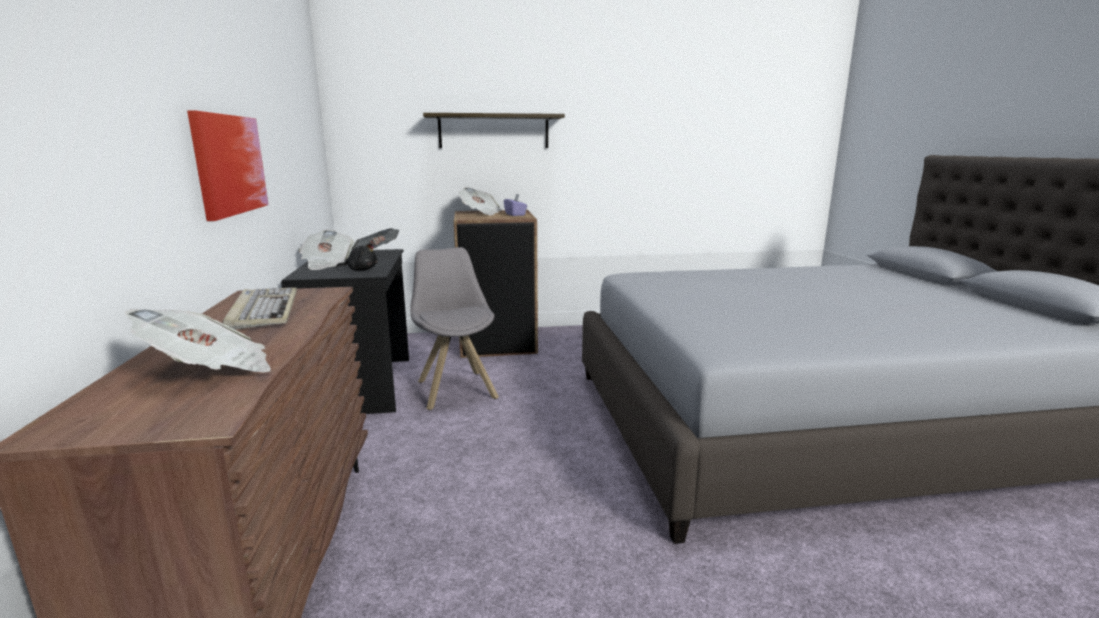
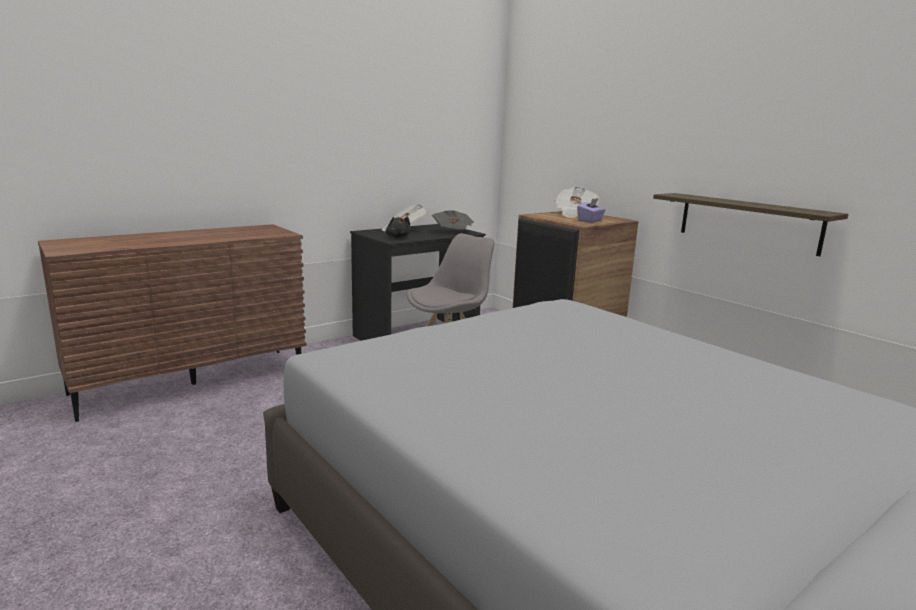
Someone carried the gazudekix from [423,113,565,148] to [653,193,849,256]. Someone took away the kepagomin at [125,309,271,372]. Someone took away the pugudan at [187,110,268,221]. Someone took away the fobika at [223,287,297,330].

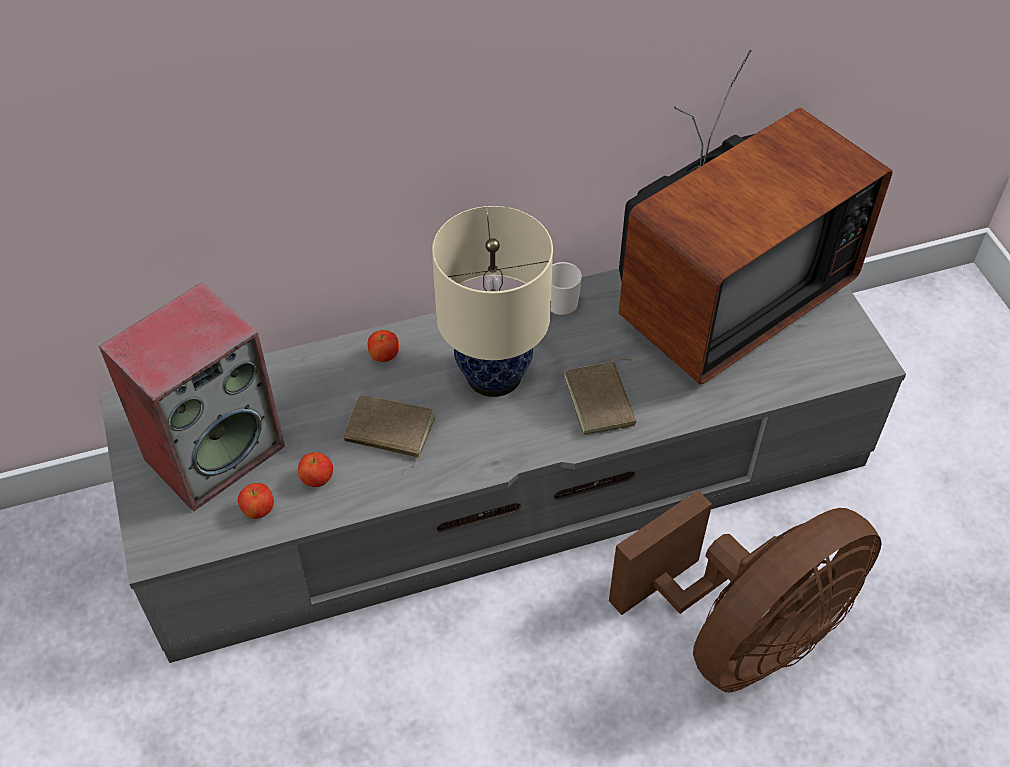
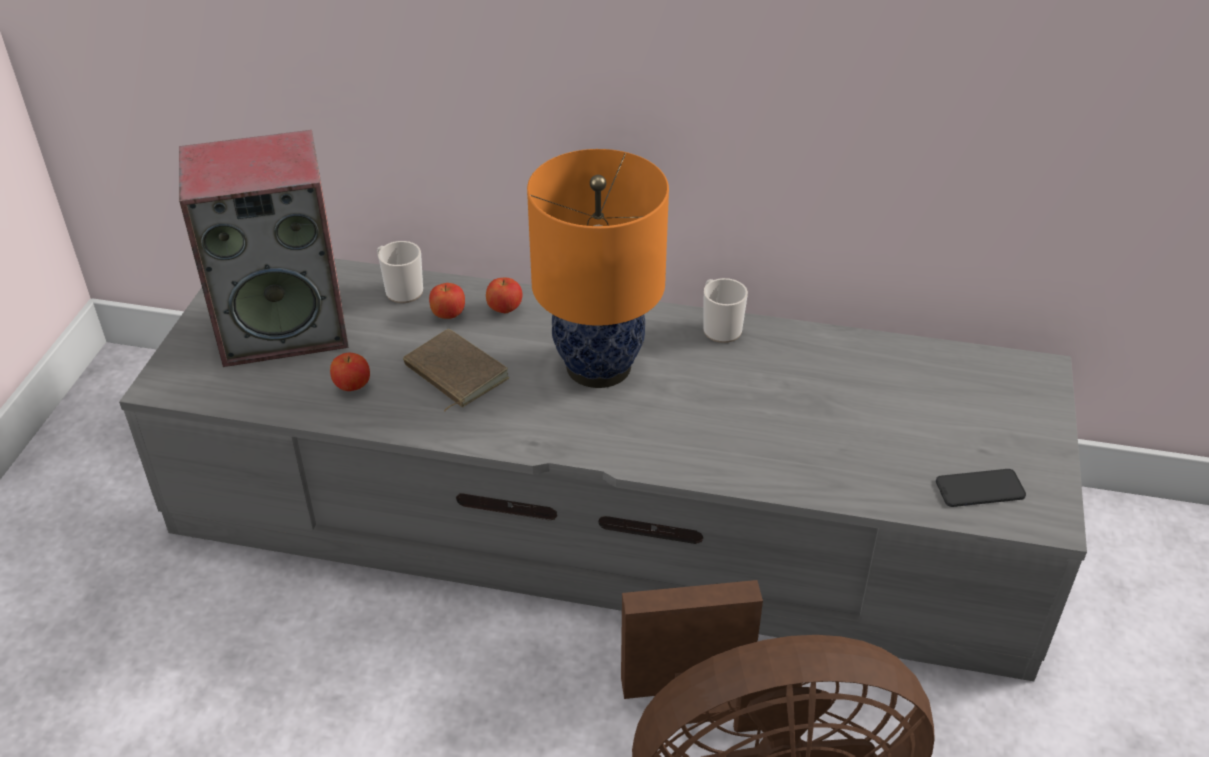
Someone put down the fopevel at [377,241,423,303]. Someone carried the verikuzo from [238,483,274,519] to [429,283,465,319]. Someone repainted the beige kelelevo at [432,206,553,397], which became the orange kelelevo at [527,149,669,388]. Someone put down the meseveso at [936,469,1026,507]. Someone took away the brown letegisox at [564,358,637,435]. Someone took away the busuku at [619,49,893,384].

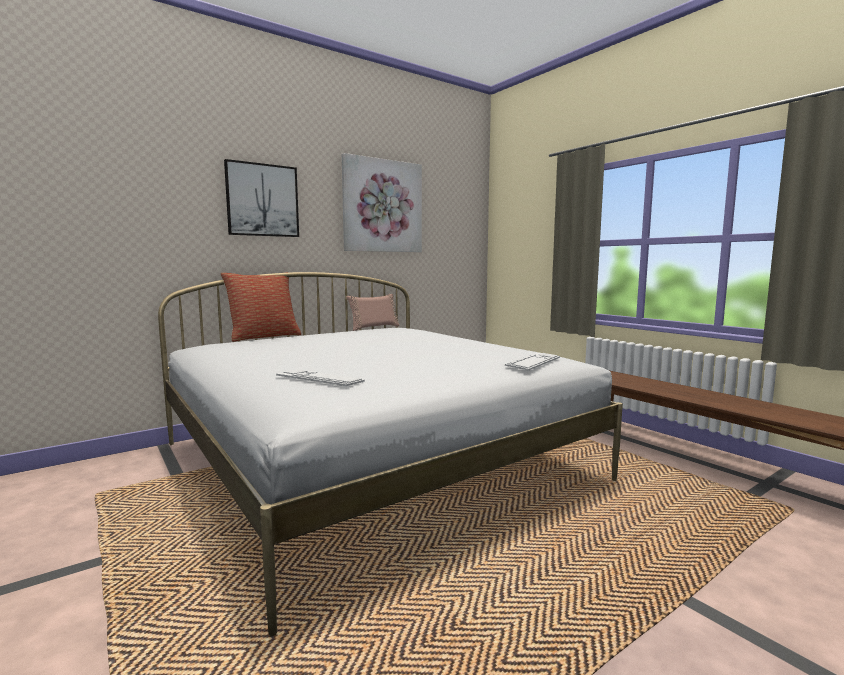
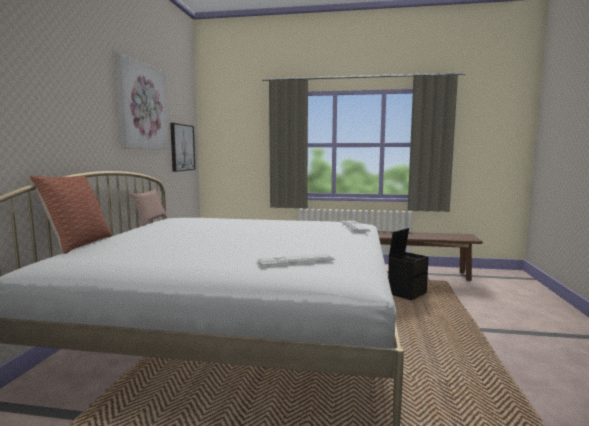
Someone carried the pugudan from [224,159,299,237] to [170,123,196,172]. Someone put down the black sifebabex at [388,228,429,301].

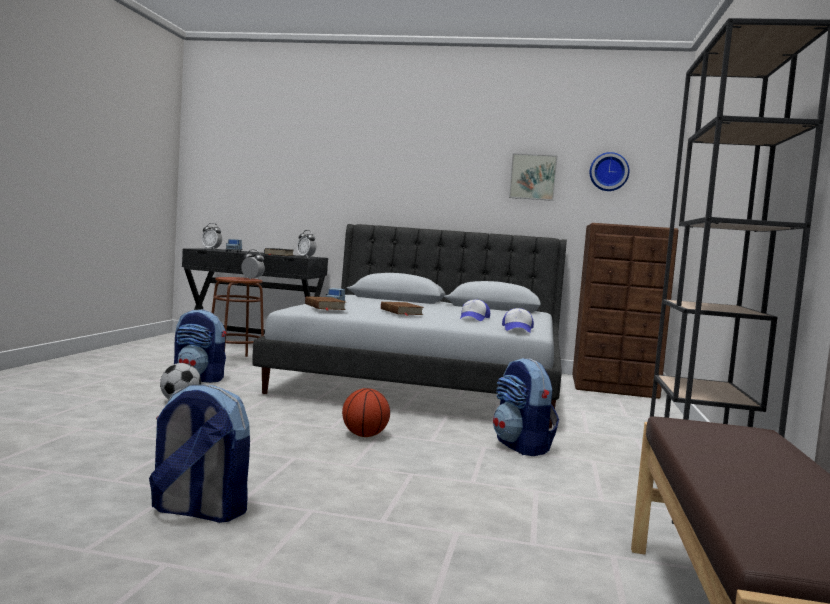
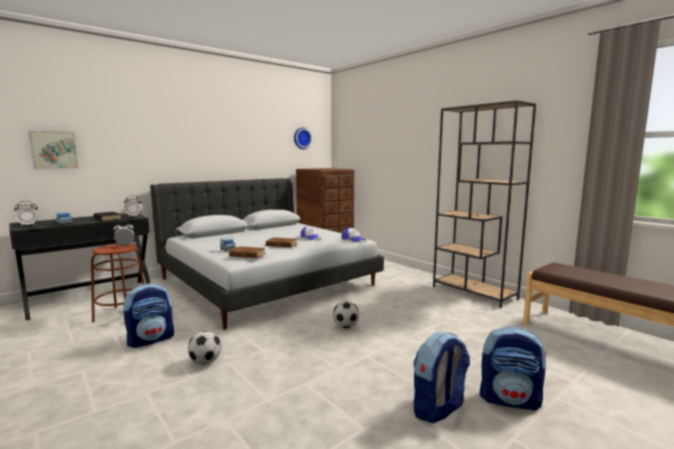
Someone carried the pugudan from [509,153,557,201] to [29,131,78,169]. Someone swapped the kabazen at [342,388,390,437] for the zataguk at [333,301,359,328]. Someone carried the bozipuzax from [493,358,559,456] to [480,326,547,411].

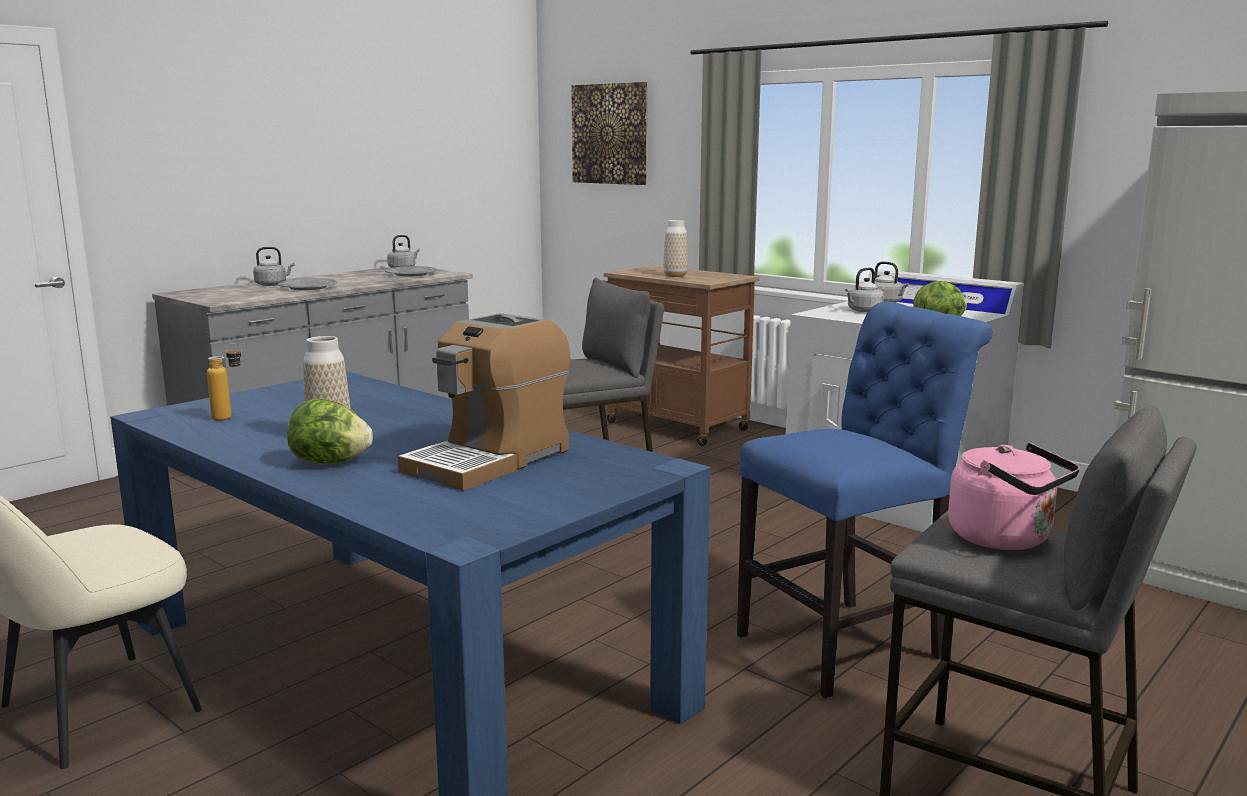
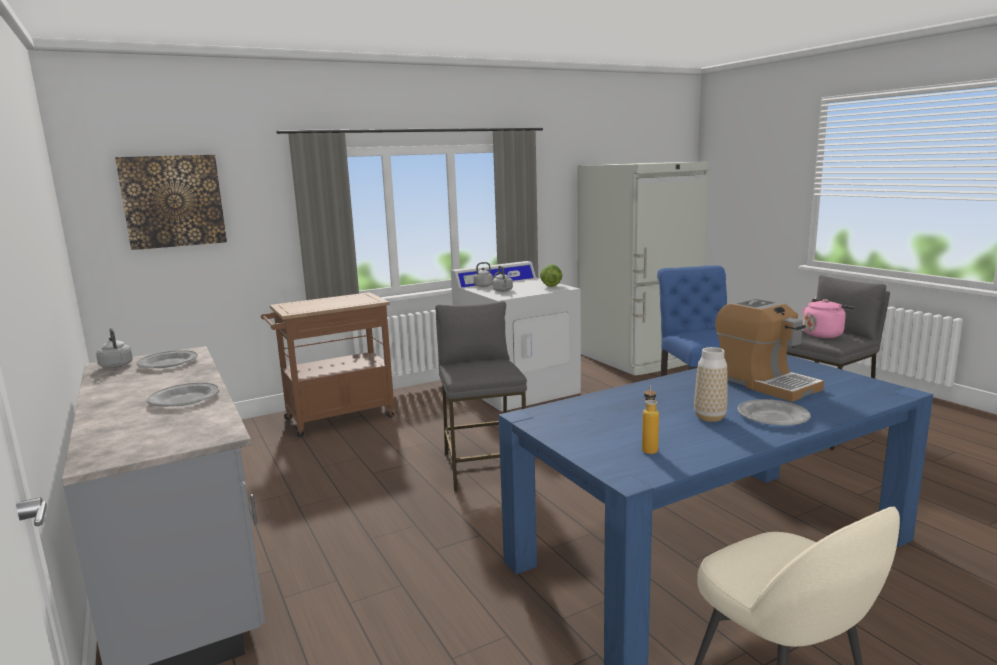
Someone swapped the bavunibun at [287,399,373,463] for the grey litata at [738,399,810,425]. Someone took away the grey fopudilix at [253,247,295,286]. Someone took away the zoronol at [663,220,688,277].

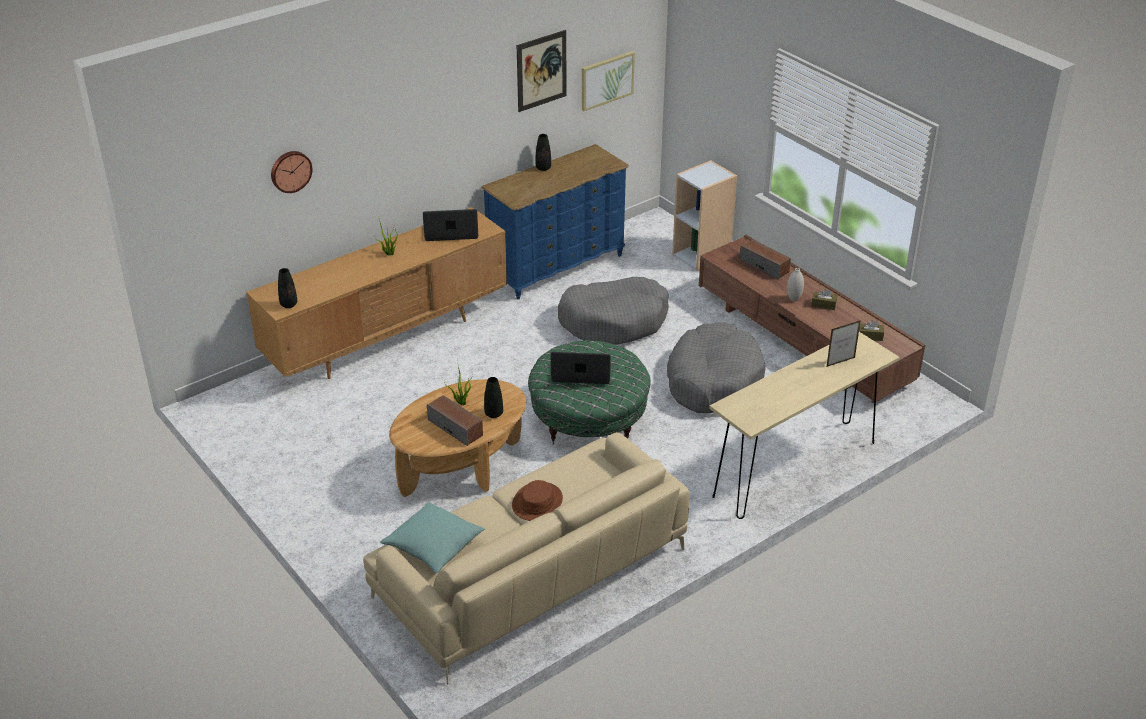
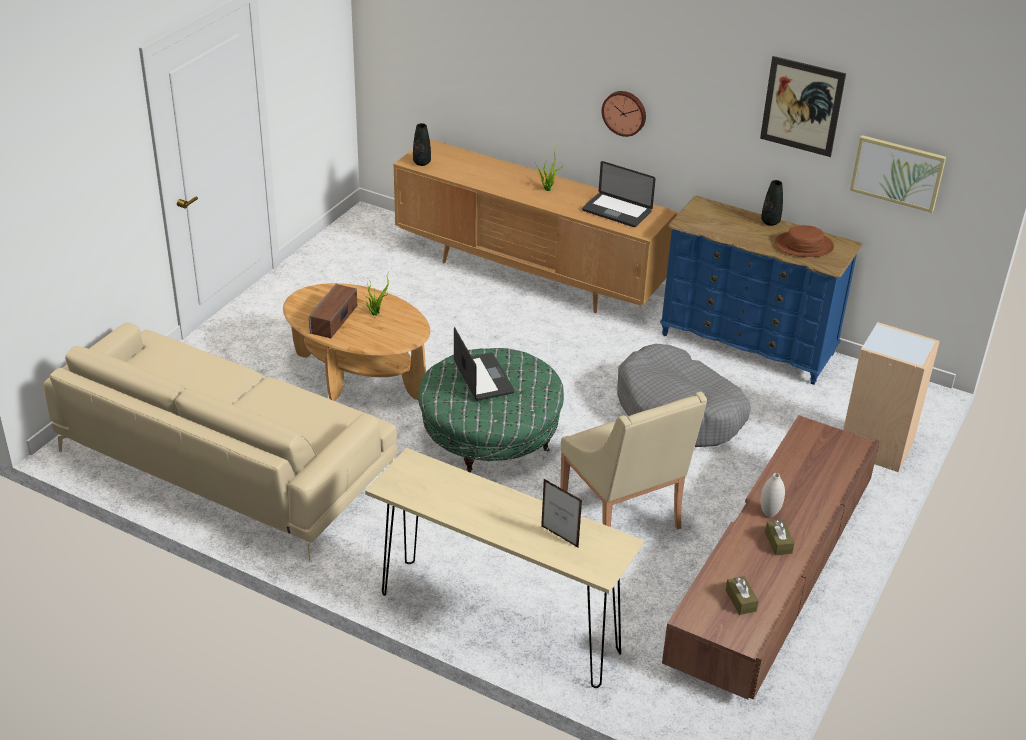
Someone swapped the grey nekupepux at [667,322,765,413] for the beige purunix at [560,391,707,530]. Someone rotated the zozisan at [423,209,478,241] by 150 degrees clockwise. Someone carried the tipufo from [271,151,312,193] to [602,91,646,137]. Someone carried the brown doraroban from [512,480,563,521] to [775,225,834,257]. Someone took away the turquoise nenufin at [380,502,485,574]. Someone took away the black zoronol at [484,377,503,418]. Someone took away the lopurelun at [740,240,791,279].

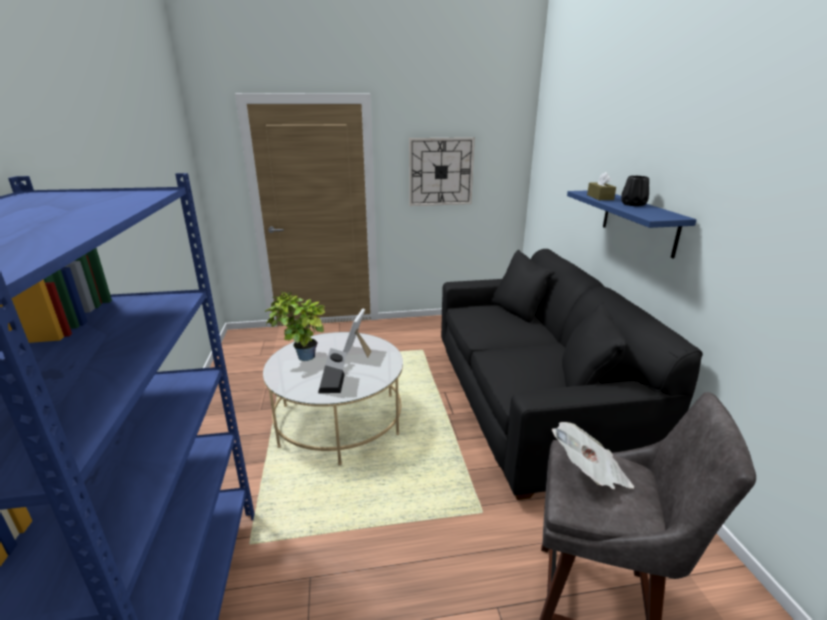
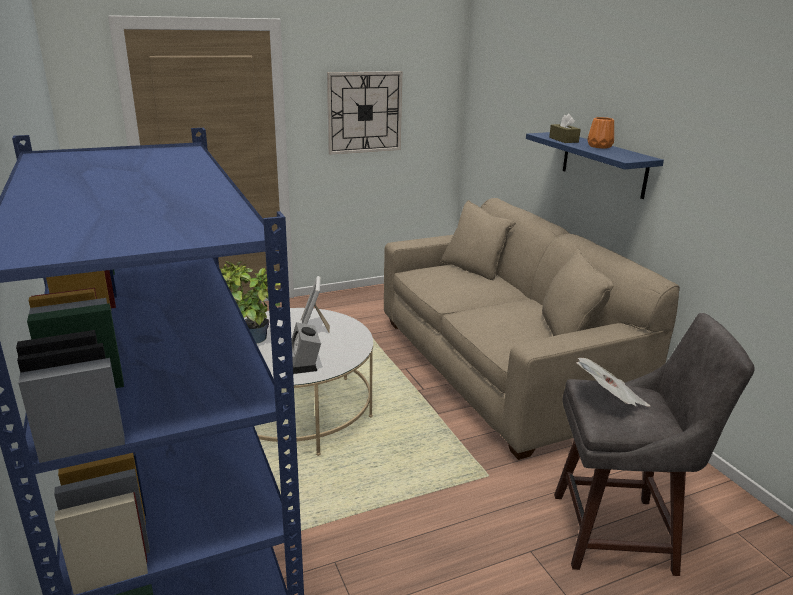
Someone repainted the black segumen at [441,249,703,500], which became the beige segumen at [384,198,680,460]. Someone repainted the black zoronol at [621,176,649,206], which became the orange zoronol at [587,117,614,148].

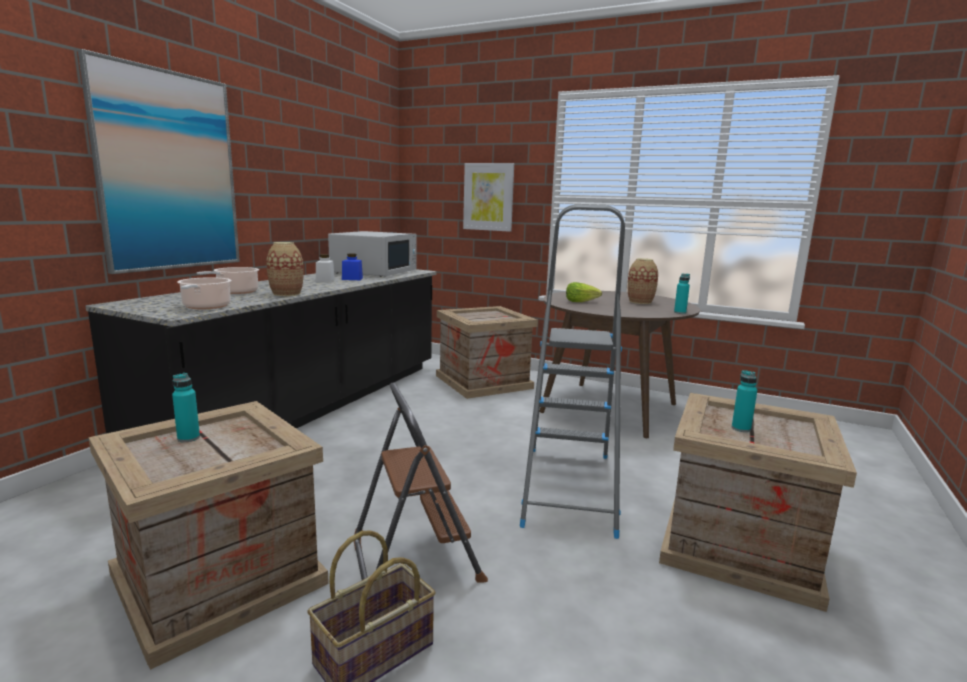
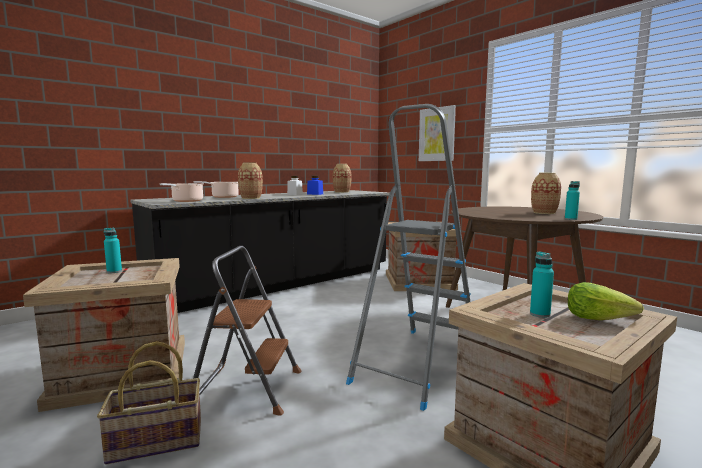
Someone swapped the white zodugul at [328,231,417,277] for the zoronol at [333,164,351,193]. Someone carried the bavunibun from [566,282,602,302] to [568,282,644,320]. Someone took away the pugudan at [78,49,240,274].

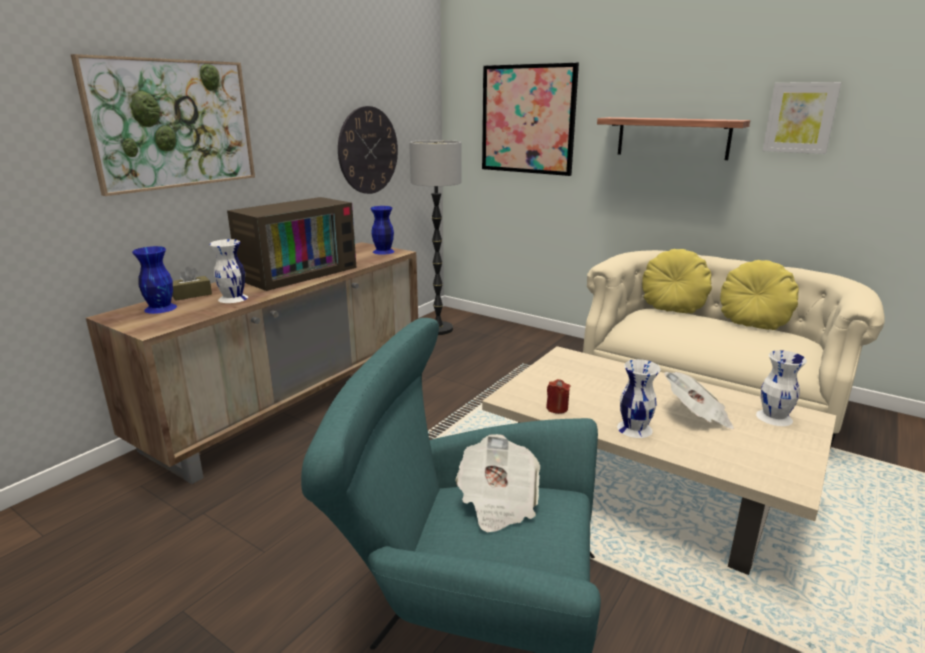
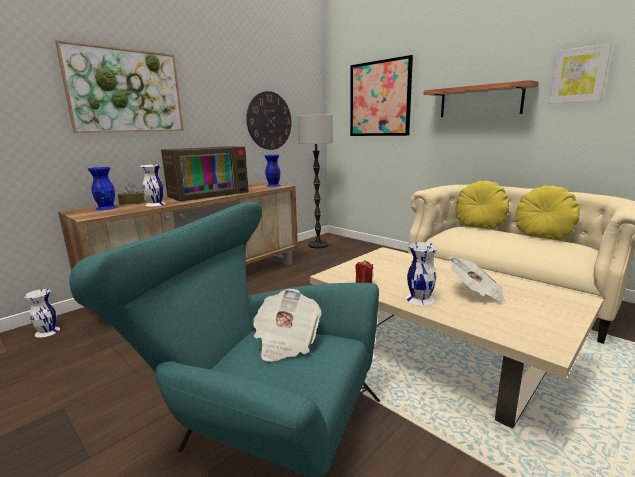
Someone carried the white zoronol from [756,350,807,426] to [24,289,60,338].

